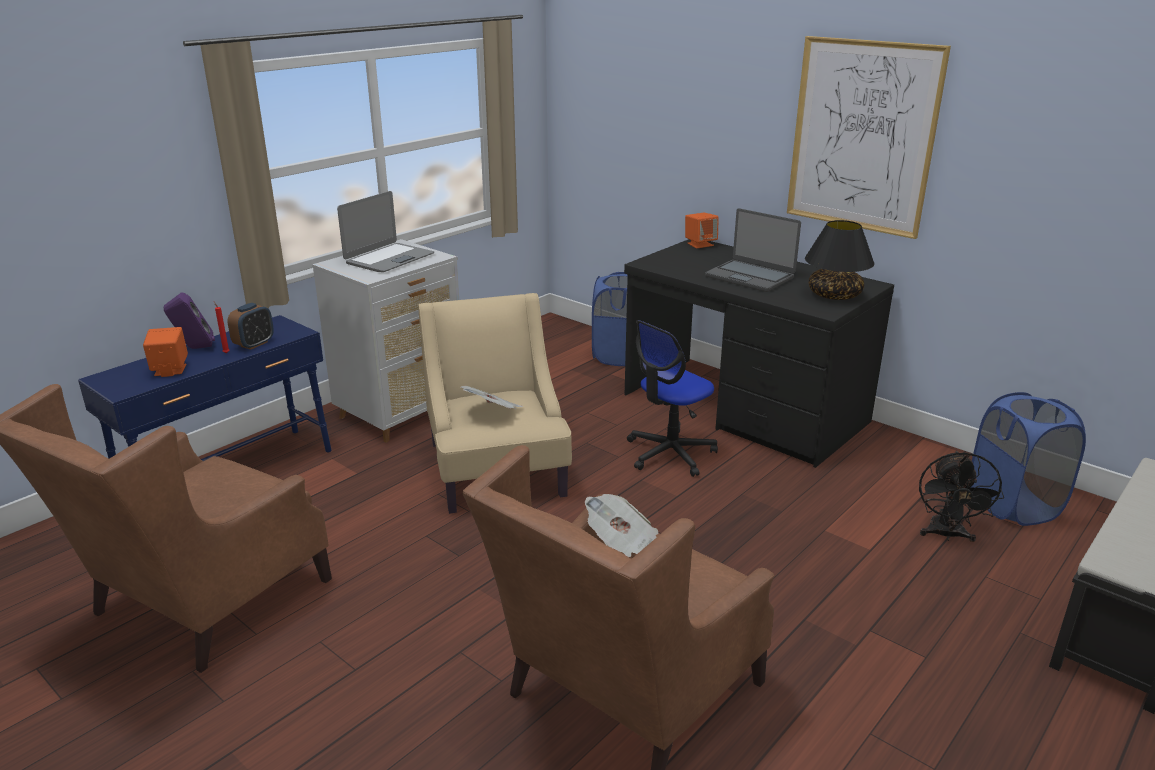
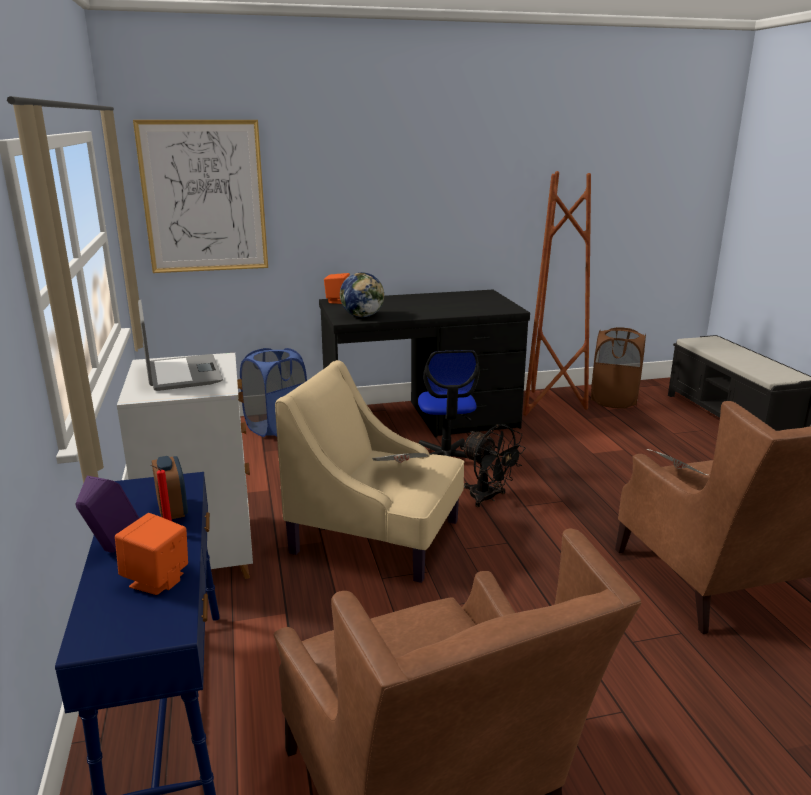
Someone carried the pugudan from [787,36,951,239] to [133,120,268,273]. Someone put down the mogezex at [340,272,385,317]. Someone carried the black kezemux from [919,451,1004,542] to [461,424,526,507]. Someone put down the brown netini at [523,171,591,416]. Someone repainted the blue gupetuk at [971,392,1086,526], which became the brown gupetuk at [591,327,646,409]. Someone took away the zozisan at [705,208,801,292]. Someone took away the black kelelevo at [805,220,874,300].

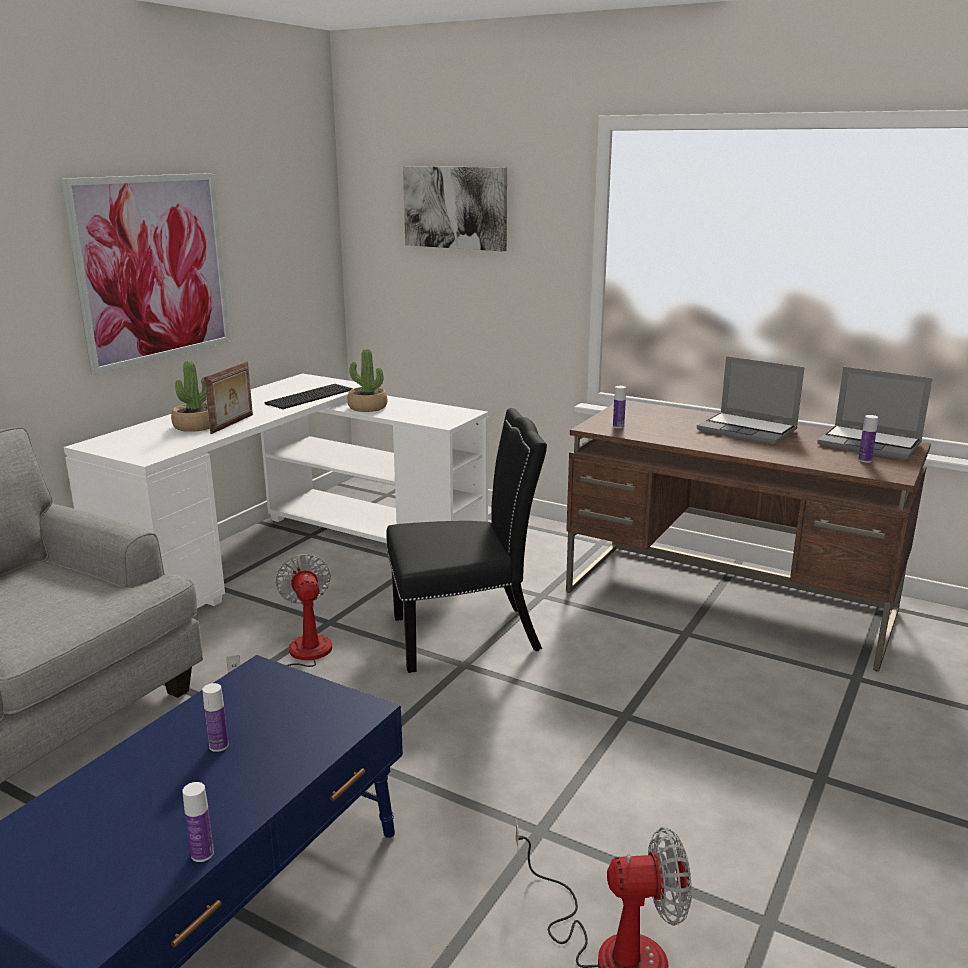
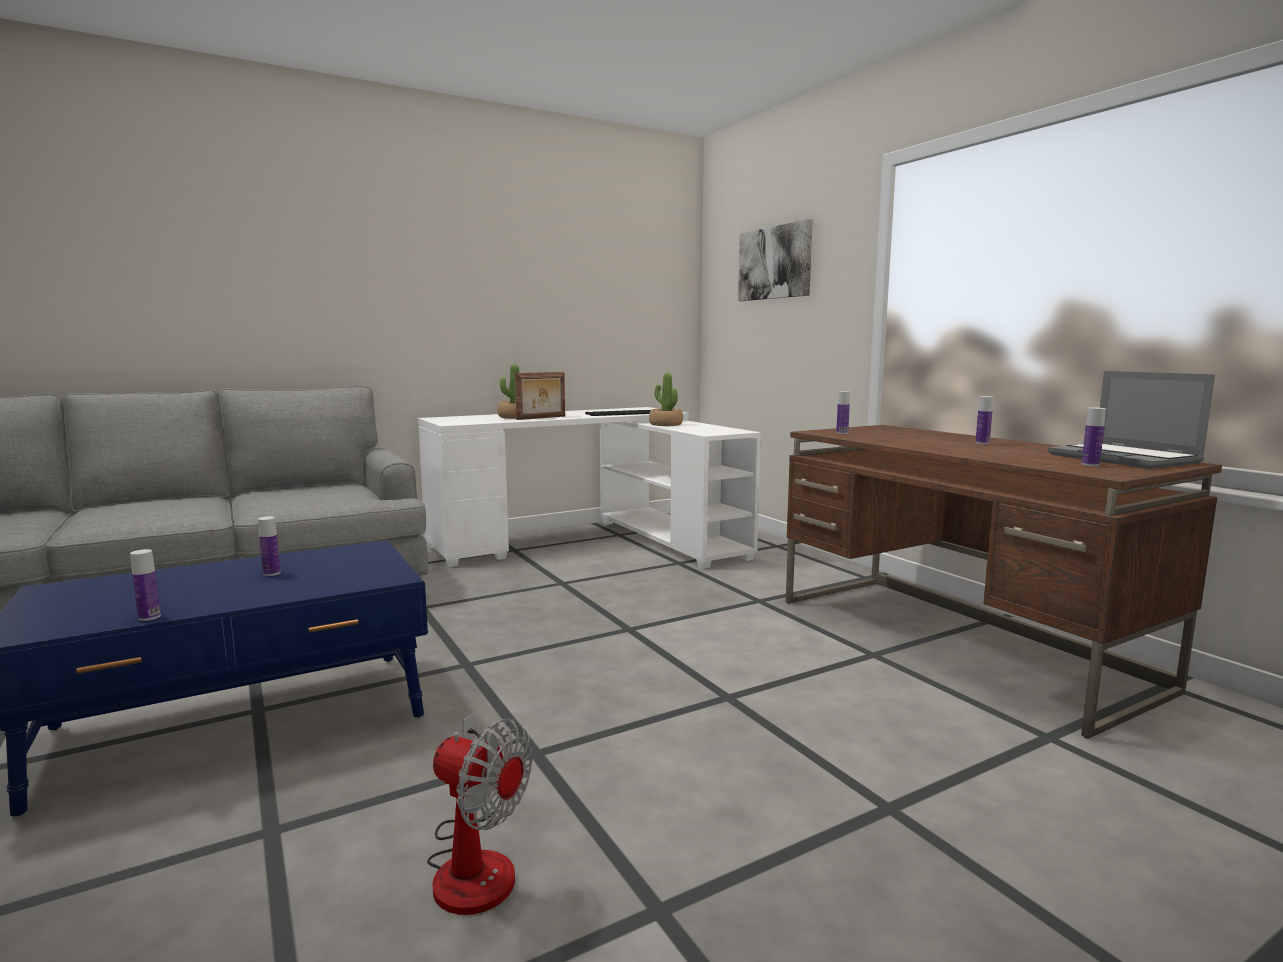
Someone swapped the zozisan at [697,356,805,445] for the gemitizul at [975,396,993,444]. Someone took away the pugudan at [61,173,230,375]. Someone took away the kezemux at [226,554,332,673]. Someone took away the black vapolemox at [386,408,547,673].

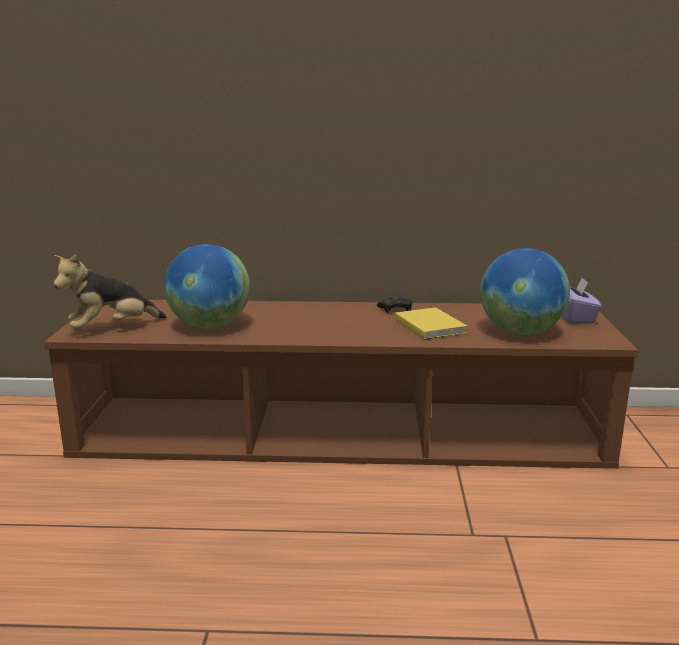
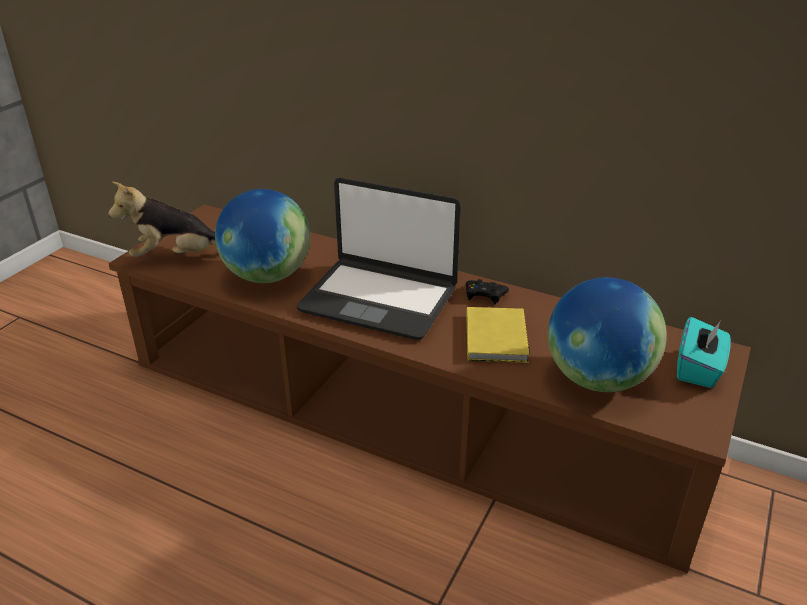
Someone put down the zozisan at [297,178,461,340]. Someone repainted the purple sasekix at [562,278,602,324], which became the turquoise sasekix at [677,317,731,388].

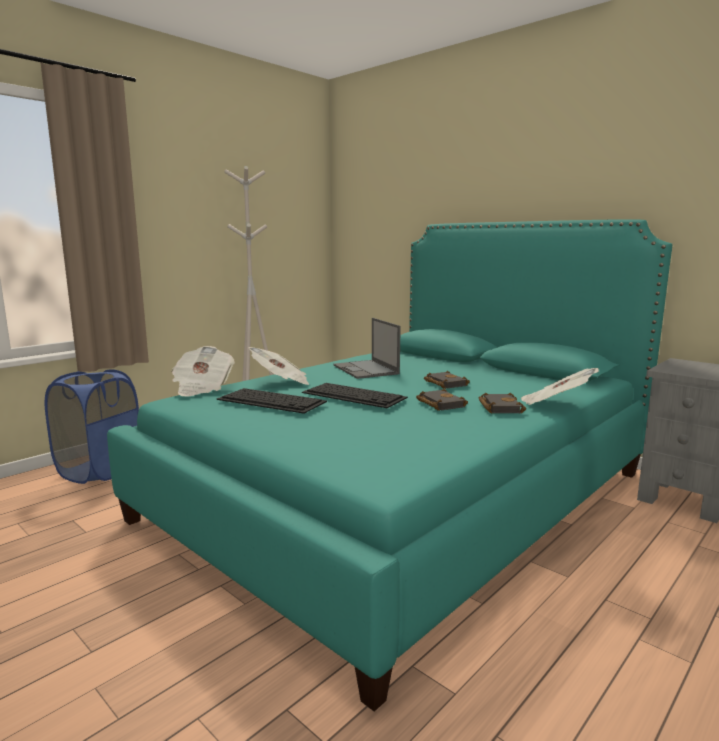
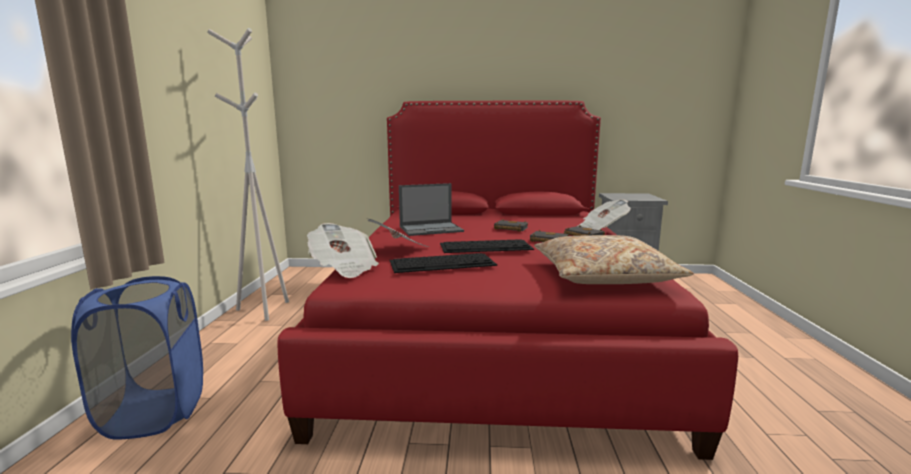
Someone repainted the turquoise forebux at [107,219,672,712], which became the red forebux at [277,100,738,460]. Someone rotated the zozisan at [333,318,401,379] by 45 degrees counterclockwise. Someone put down the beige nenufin at [534,235,694,284].

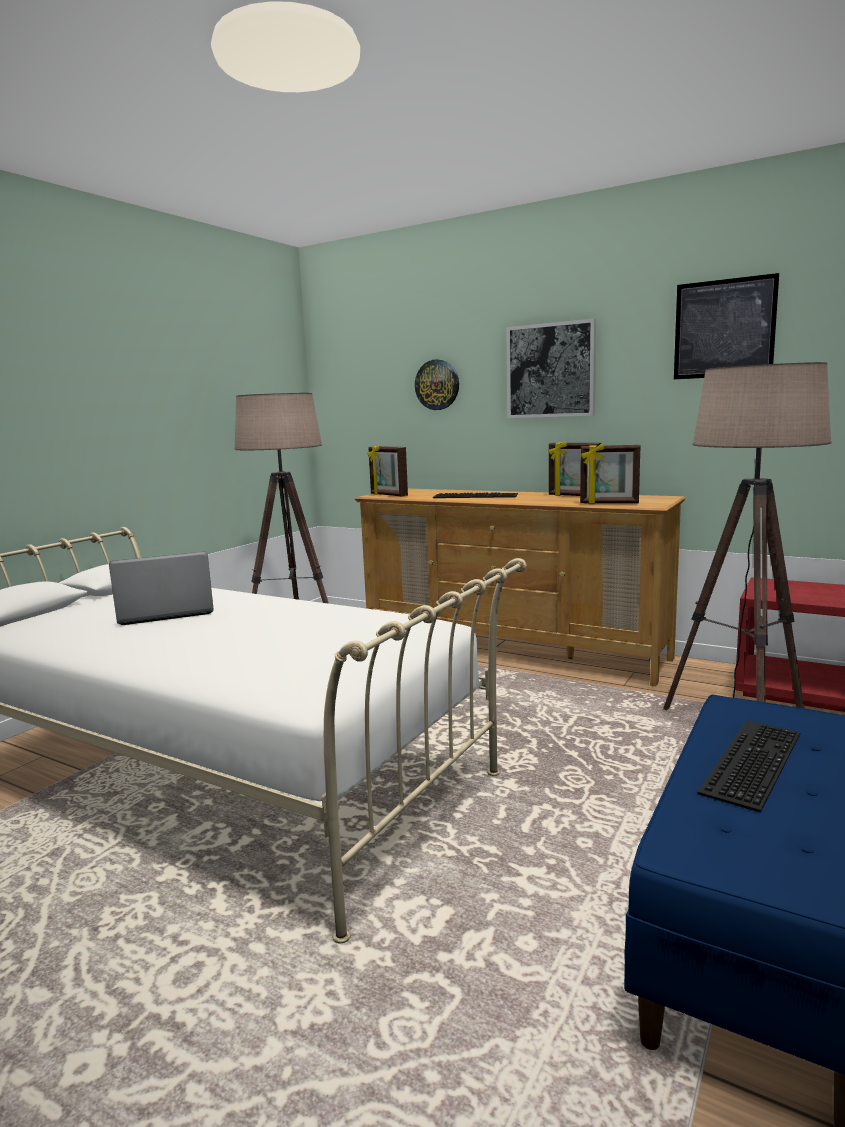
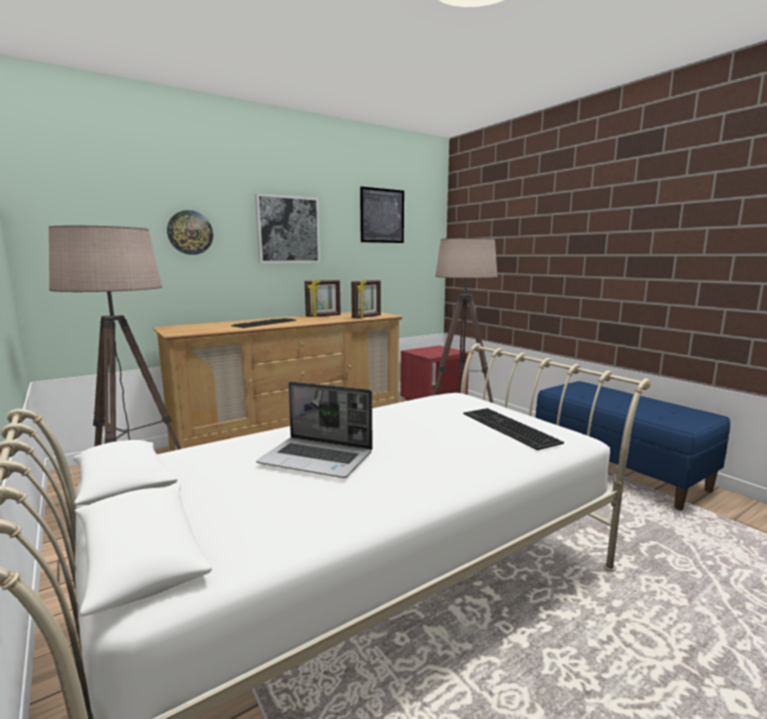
Someone rotated the zozisan at [109,552,214,625] by 75 degrees counterclockwise. Someone carried the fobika from [697,720,800,813] to [463,408,564,450]. Someone took away the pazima at [368,445,408,496].

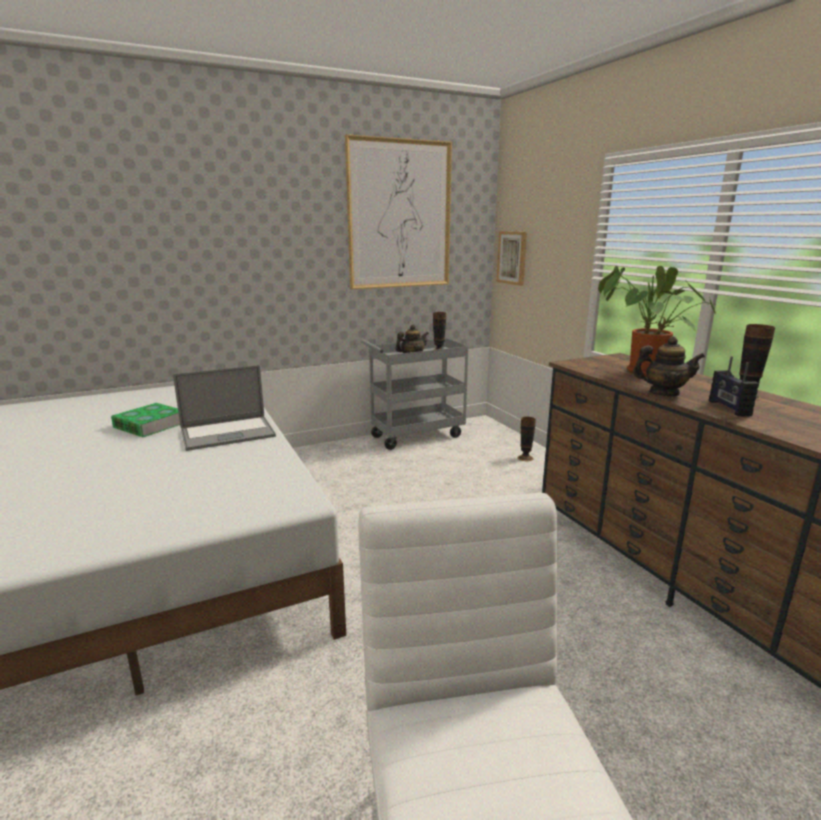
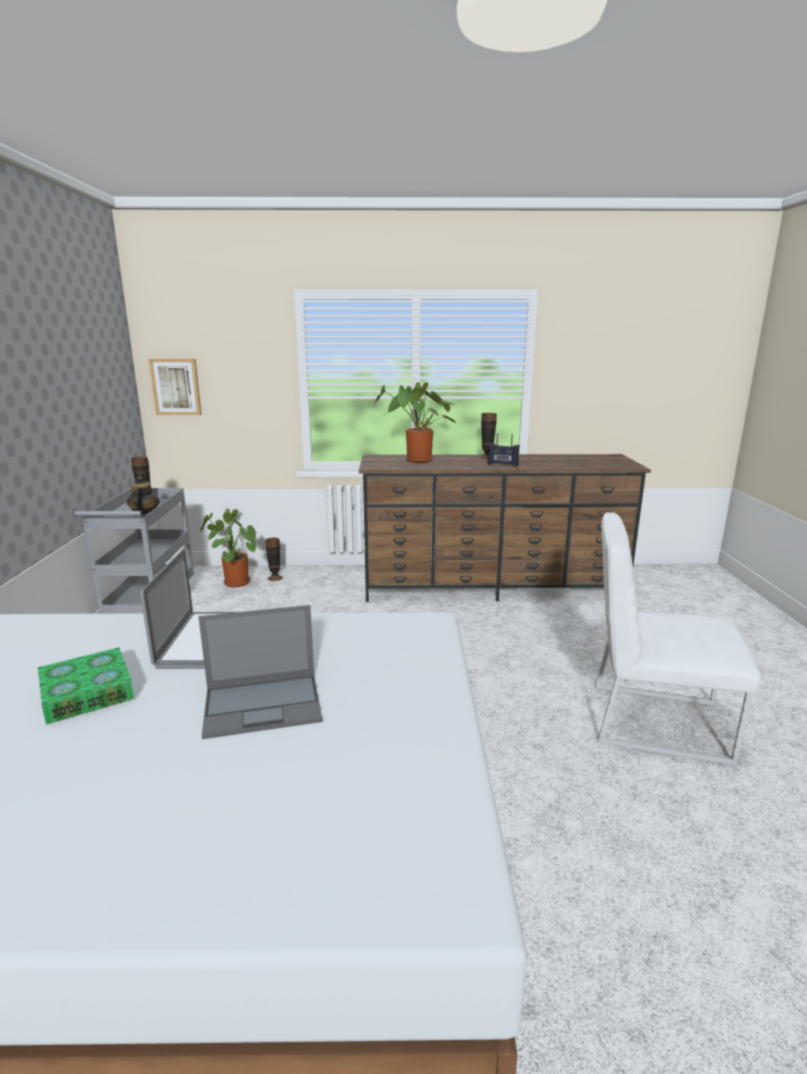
Someone put down the zozisan at [199,605,322,739]. Someone put down the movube at [200,509,259,587]. Someone took away the pugudan at [345,134,452,289]. Someone took away the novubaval at [633,336,705,396].

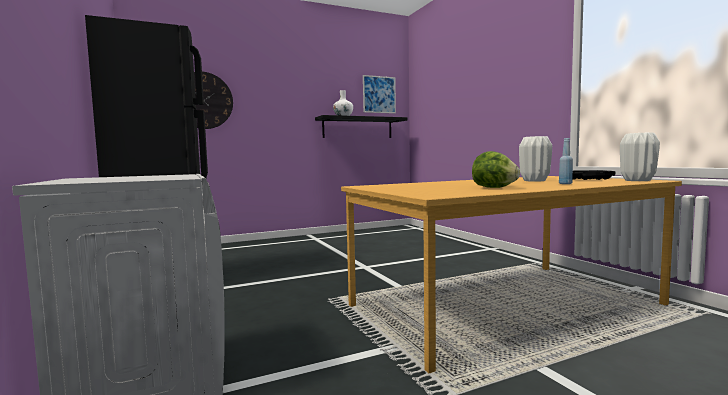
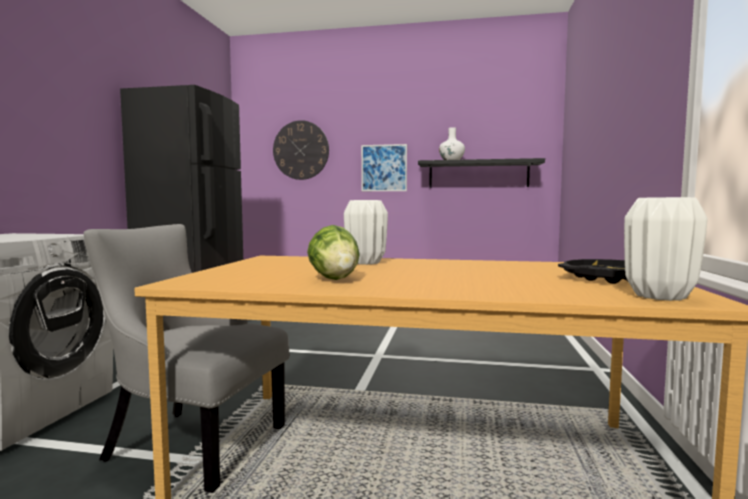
Someone put down the grey vapolemox at [84,224,290,493]. Someone carried the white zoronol from [519,136,552,182] to [344,200,388,265]. Someone carried the pugudan from [363,75,396,113] to [361,144,407,191]. Someone took away the blue gemitizul at [559,138,573,184].

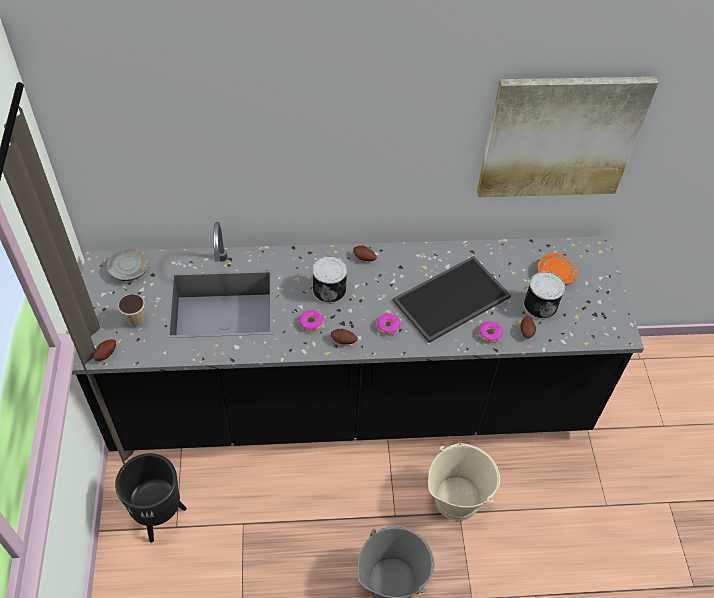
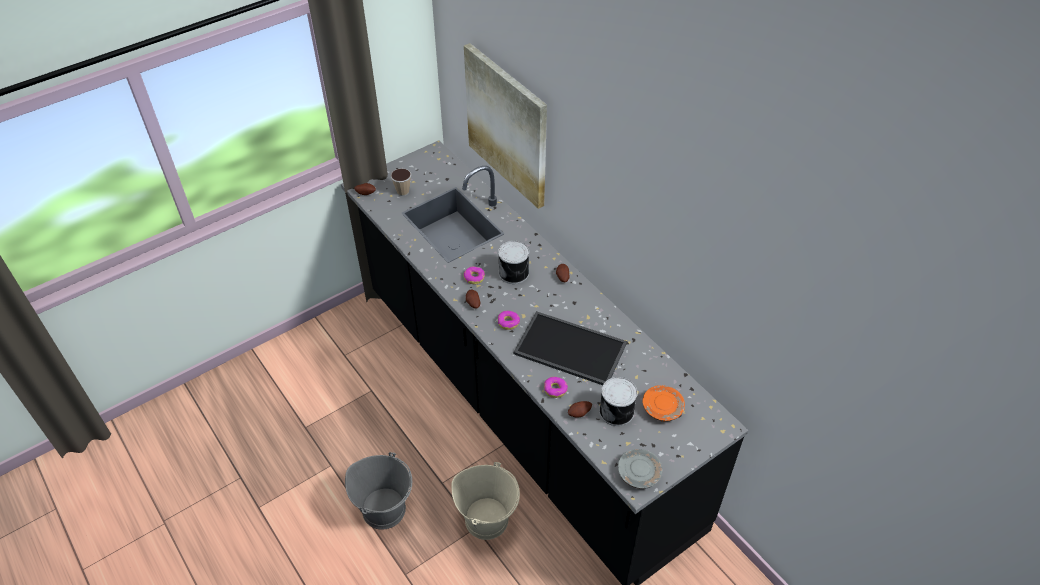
Someone carried the pugudan from [477,77,658,197] to [464,43,547,209]. Someone carried the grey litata from [107,248,149,281] to [618,449,663,489]. Someone took away the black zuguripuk at [115,453,187,543].

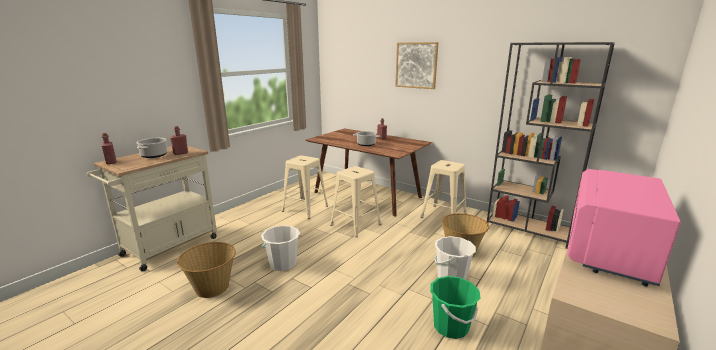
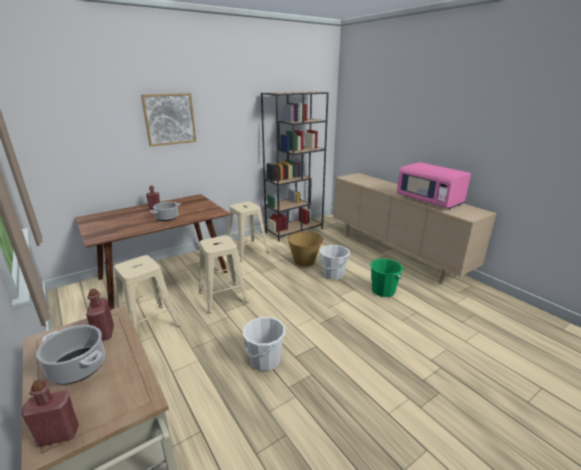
Someone took away the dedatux at [177,242,236,298].

